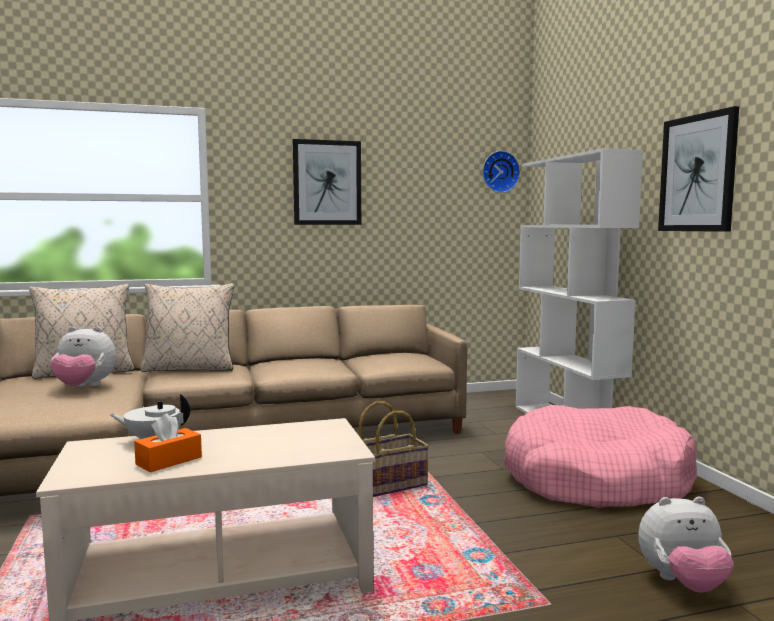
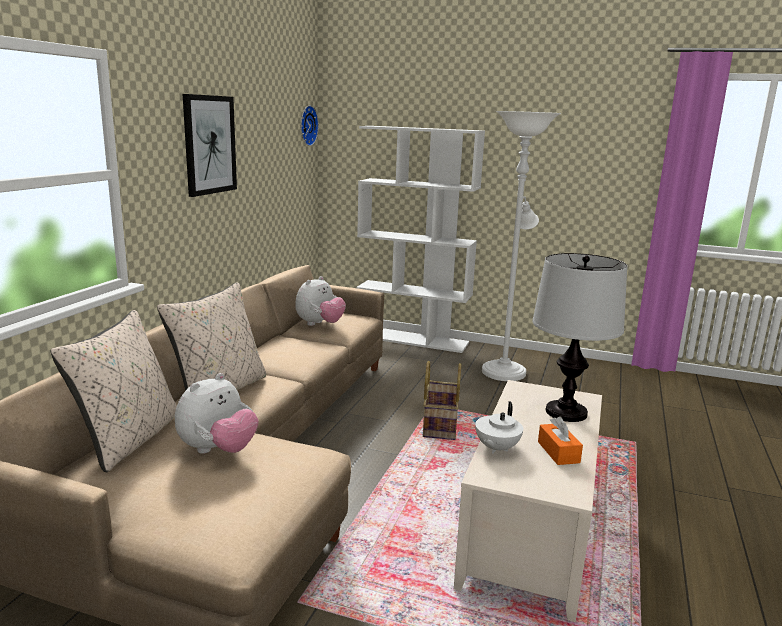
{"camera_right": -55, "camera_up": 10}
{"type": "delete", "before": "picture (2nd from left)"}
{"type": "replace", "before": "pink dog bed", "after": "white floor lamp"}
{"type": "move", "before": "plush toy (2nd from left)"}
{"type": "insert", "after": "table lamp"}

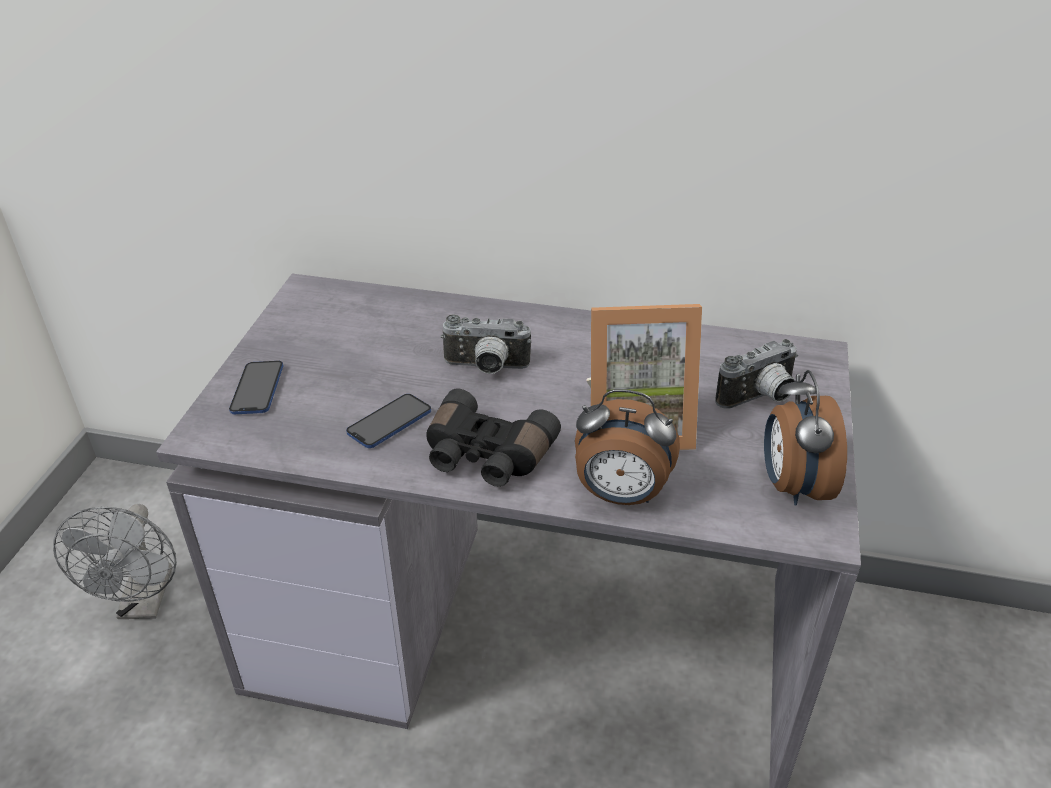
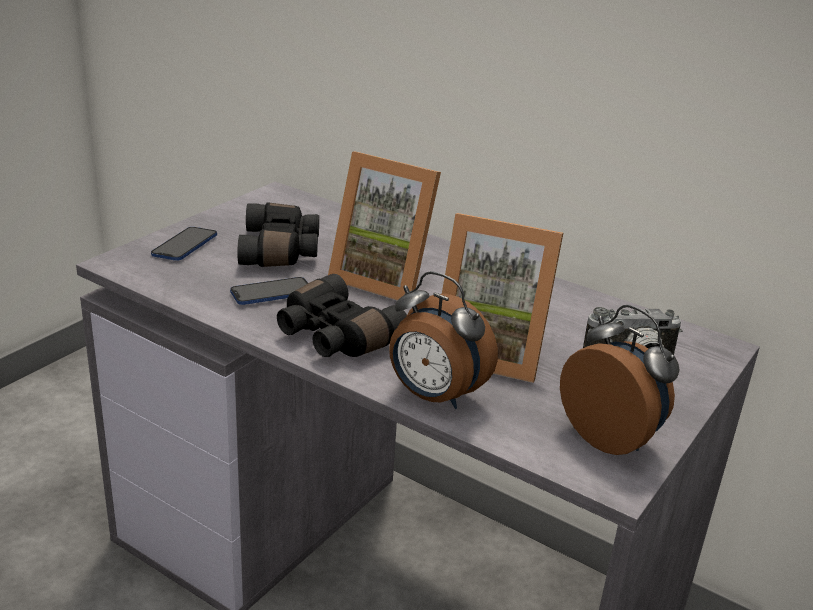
{"camera_right": 20, "camera_up": -10}
{"type": "replace", "before": "photo camera (1st from left)", "after": "picture frame (1st from left)"}
{"type": "rotate", "before": "alarm clock (2nd from left)", "turn": 120}
{"type": "delete", "before": "grey fan"}
{"type": "insert", "after": "black binoculars (1st from left)"}

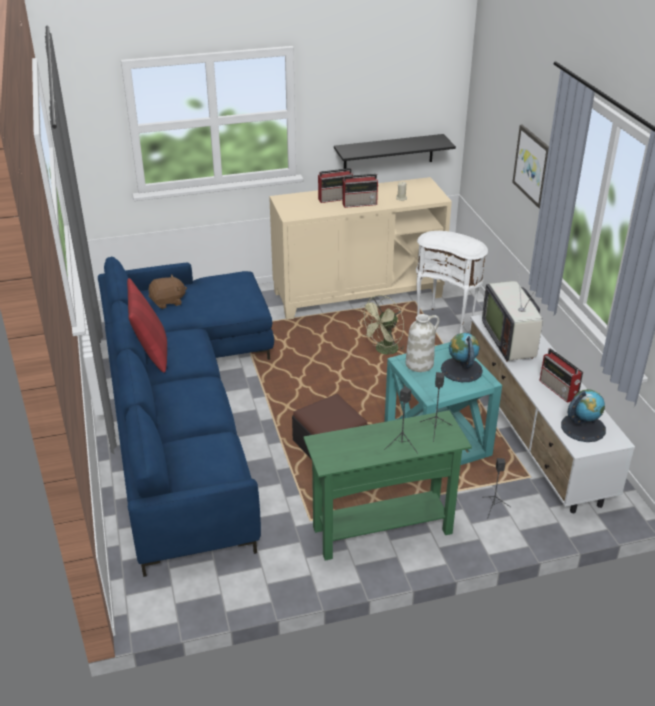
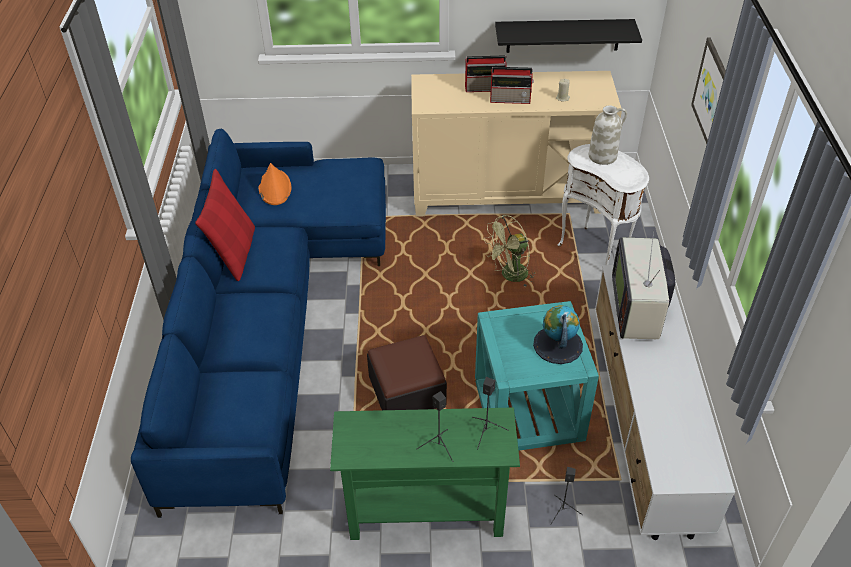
{"camera_right": 15, "camera_up": 10}
{"type": "replace", "before": "brown plush toy", "after": "orange hat"}
{"type": "move", "before": "white vase"}
{"type": "delete", "before": "radio (3rd from left)"}
{"type": "delete", "before": "globe (2nd from left)"}

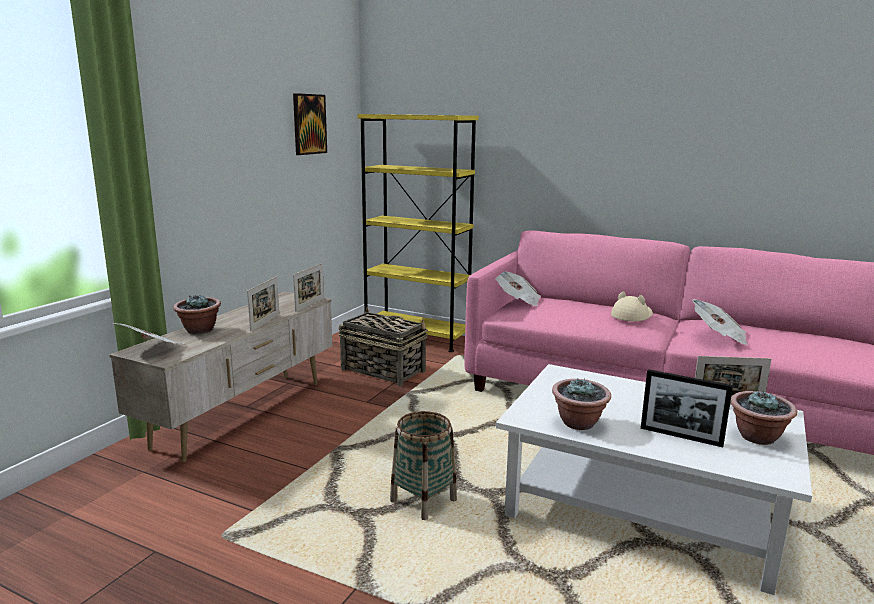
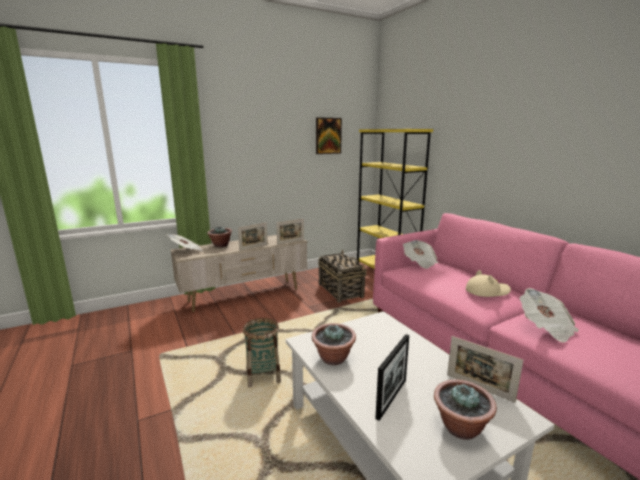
{"camera_right": 35, "camera_up": 0}
{"type": "rotate", "before": "picture frame (3rd from left)", "turn": -120}

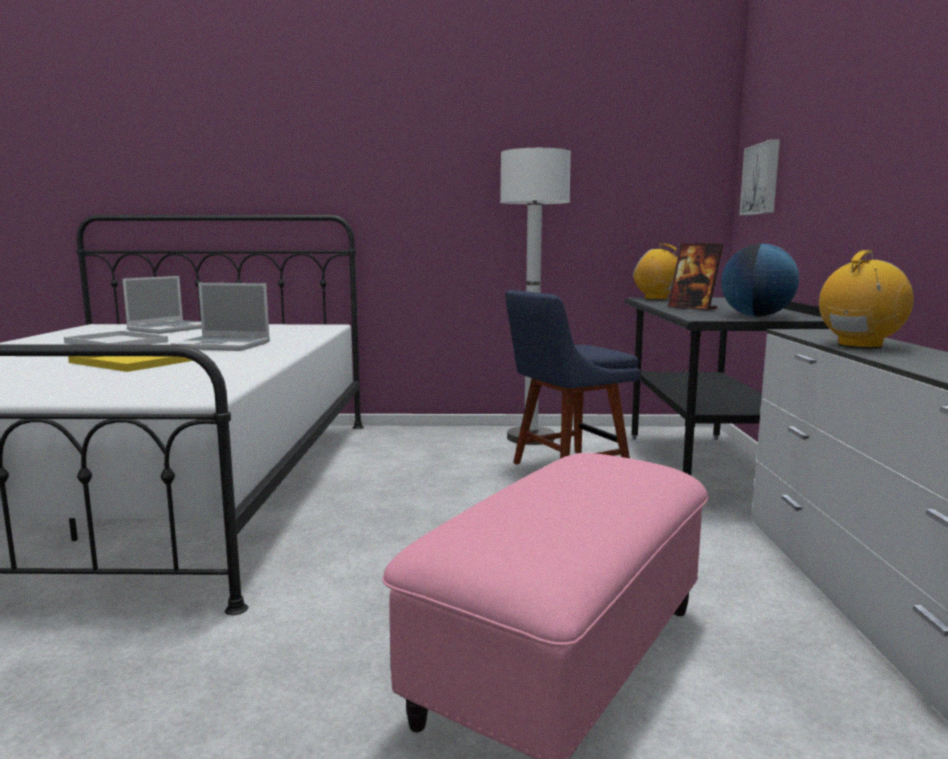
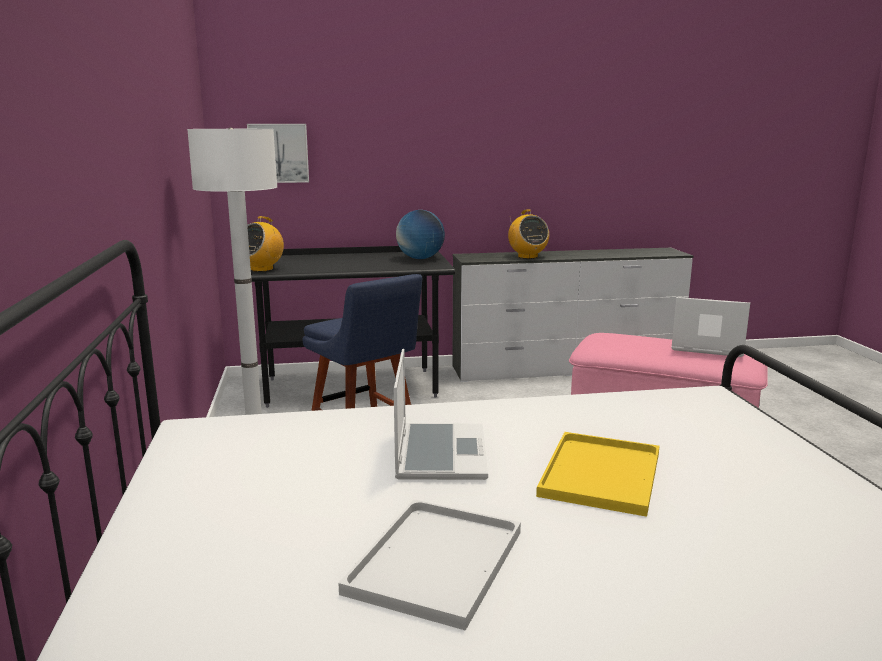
{"camera_right": -100, "camera_up": 5}
{"type": "delete", "before": "picture frame"}
{"type": "rotate", "before": "radio (2nd from left)", "turn": -150}
{"type": "move", "before": "laptop (1st from left in the first image)", "after": "laptop (2nd from left)"}

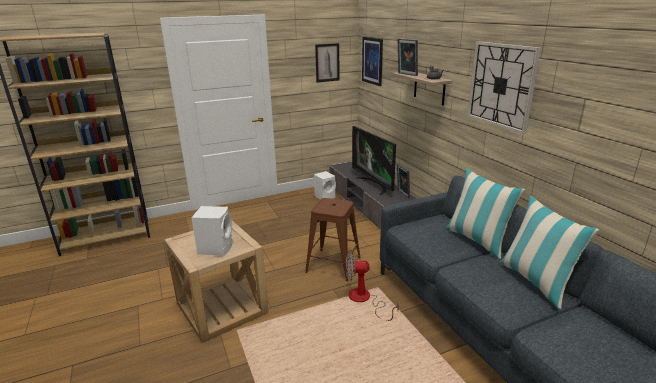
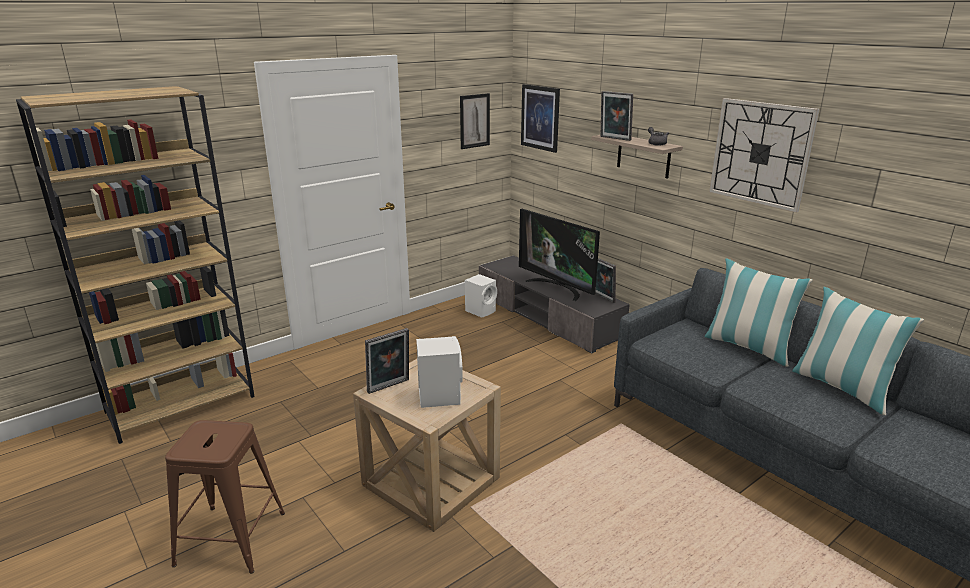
{"camera_right": -15, "camera_up": 0}
{"type": "move", "before": "brown stool"}
{"type": "delete", "before": "fan"}
{"type": "insert", "after": "picture frame (1st from left)"}

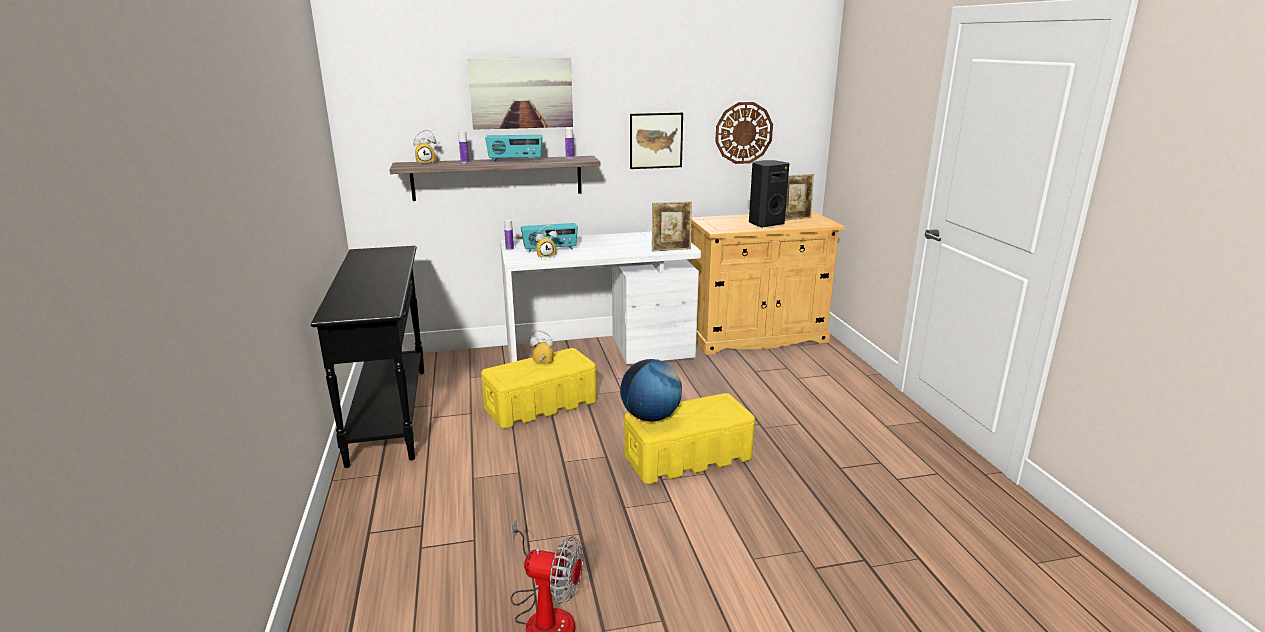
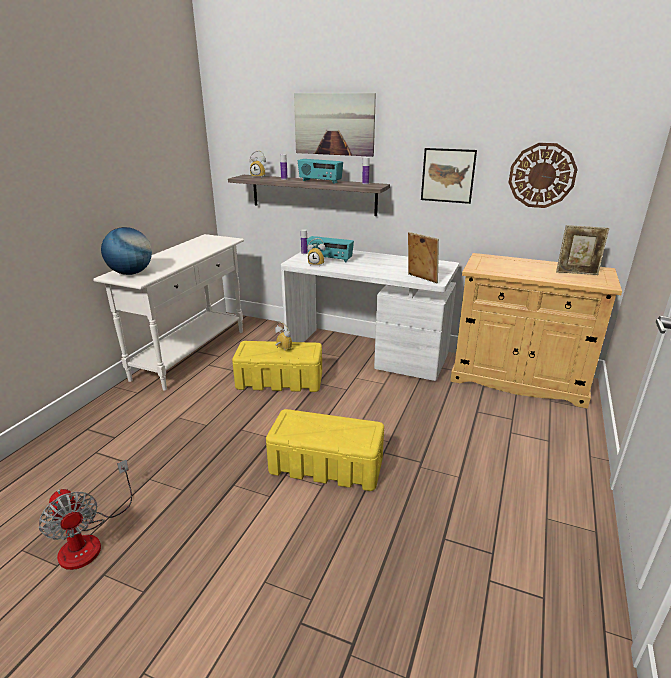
{"camera_right": 35, "camera_up": 5}
{"type": "delete", "before": "black speaker"}
{"type": "rotate", "before": "picture frame (1st from left)", "turn": -150}
{"type": "recolor", "before": "black console table", "after": "white console table"}
{"type": "move", "before": "globe"}

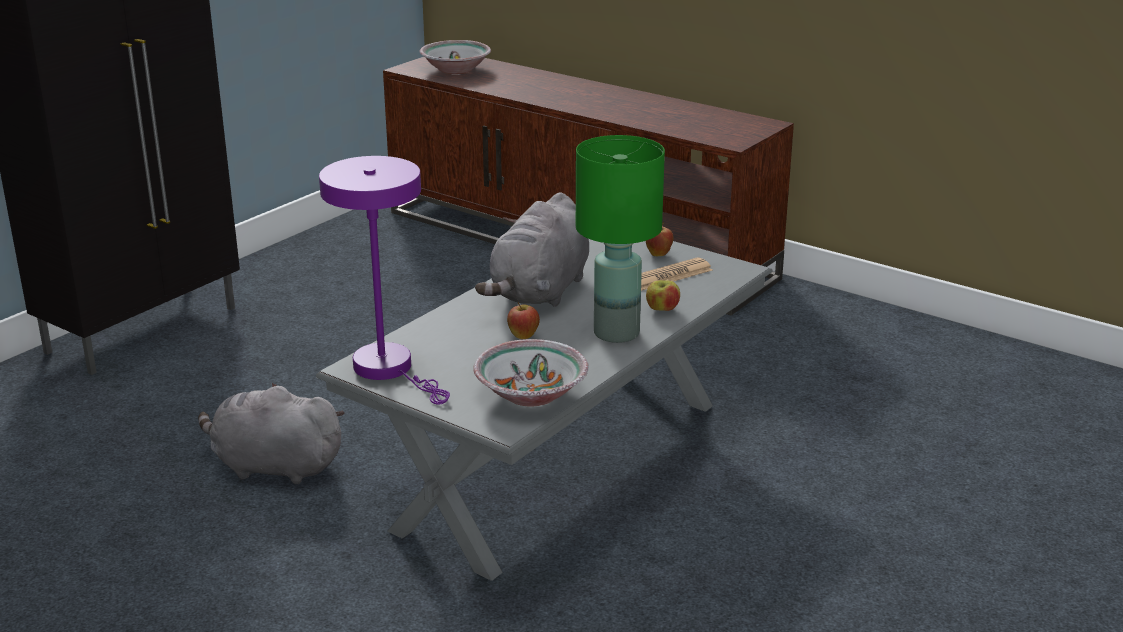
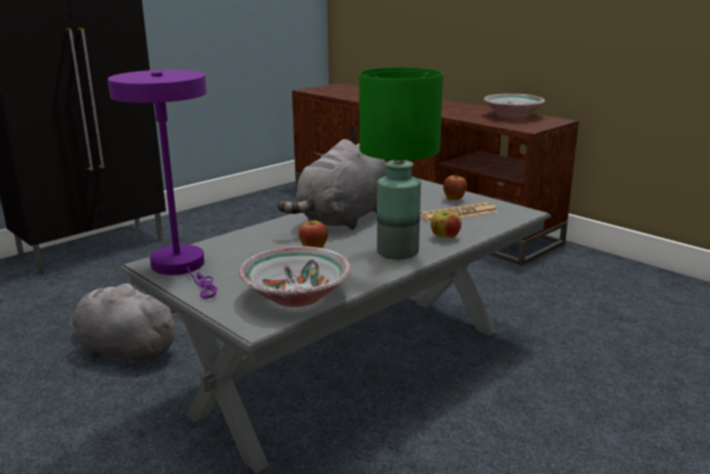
{"camera_right": 10, "camera_up": -5}
{"type": "move", "before": "bowl (1st from left in the first image)", "after": "bowl (2nd from left)"}

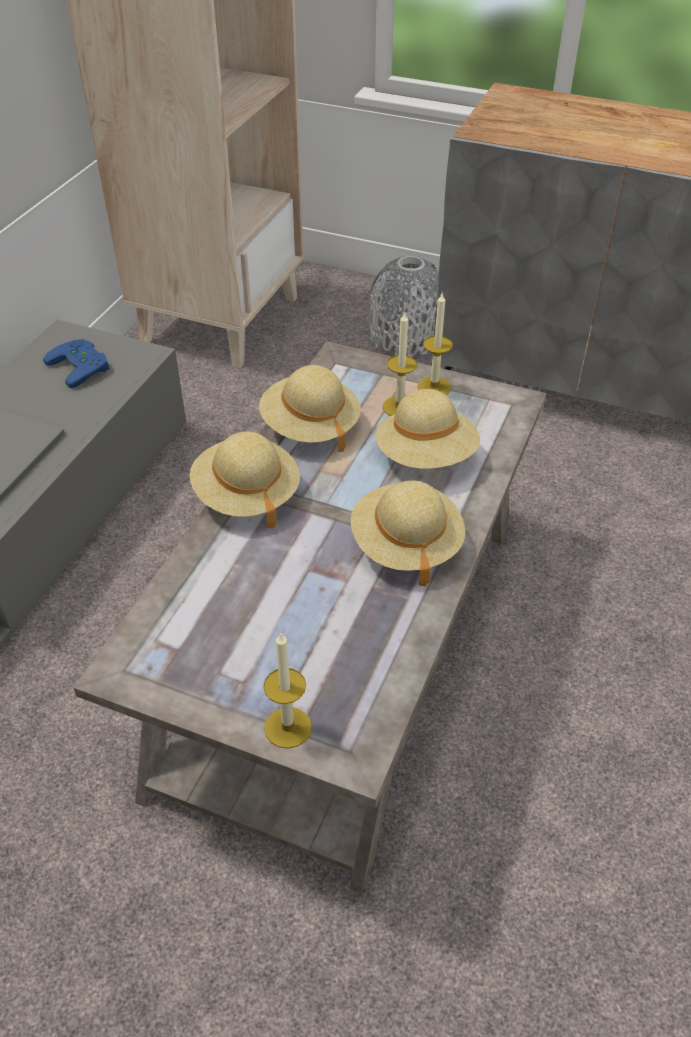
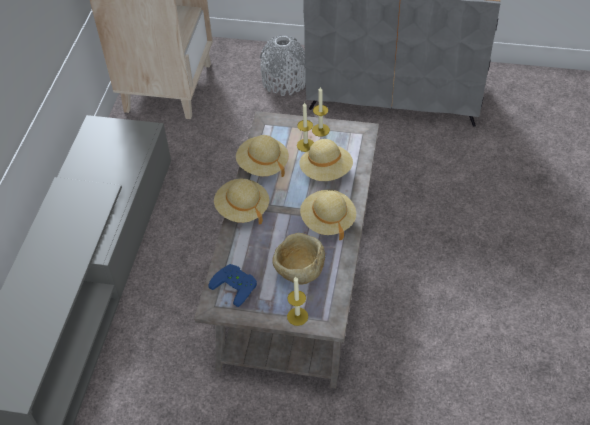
{"camera_right": -10, "camera_up": 5}
{"type": "move", "before": "blue game controller"}
{"type": "insert", "after": "beige bowl"}

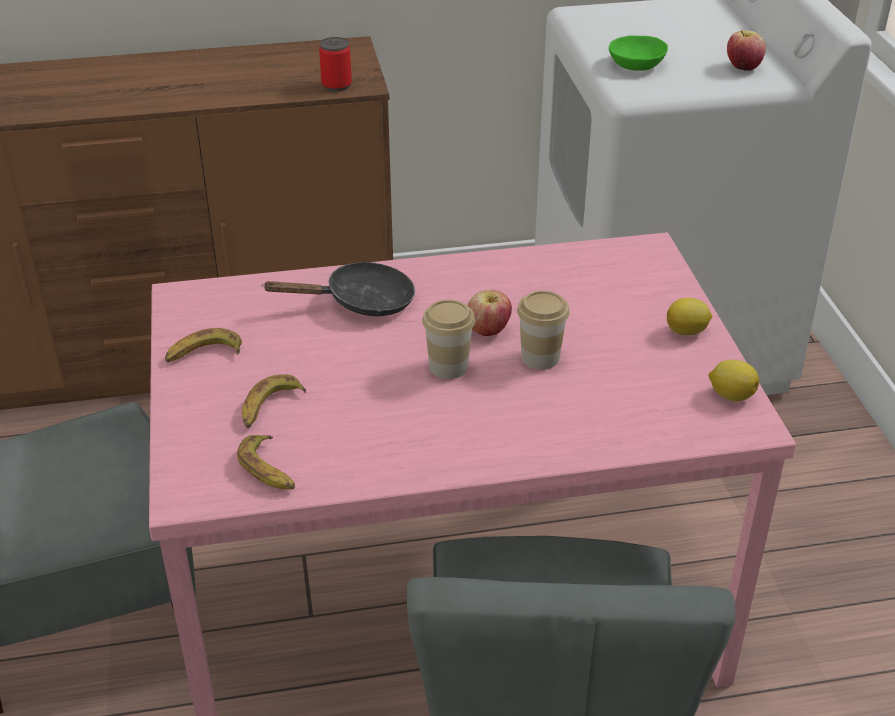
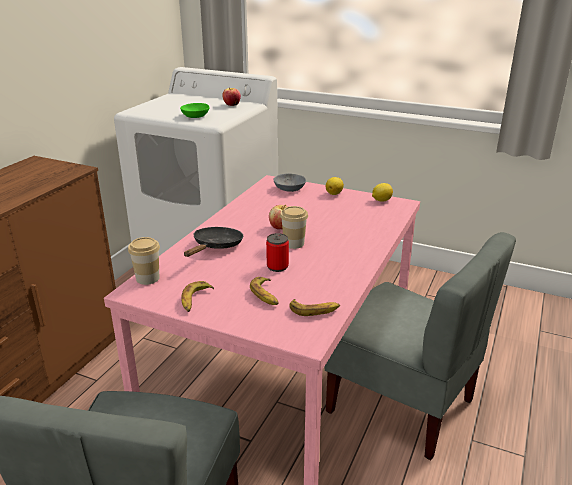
{"camera_right": -55, "camera_up": -10}
{"type": "move", "before": "can"}
{"type": "move", "before": "cup (2nd from left in the first image)", "after": "cup (1st from left)"}
{"type": "insert", "after": "grey bowl"}

